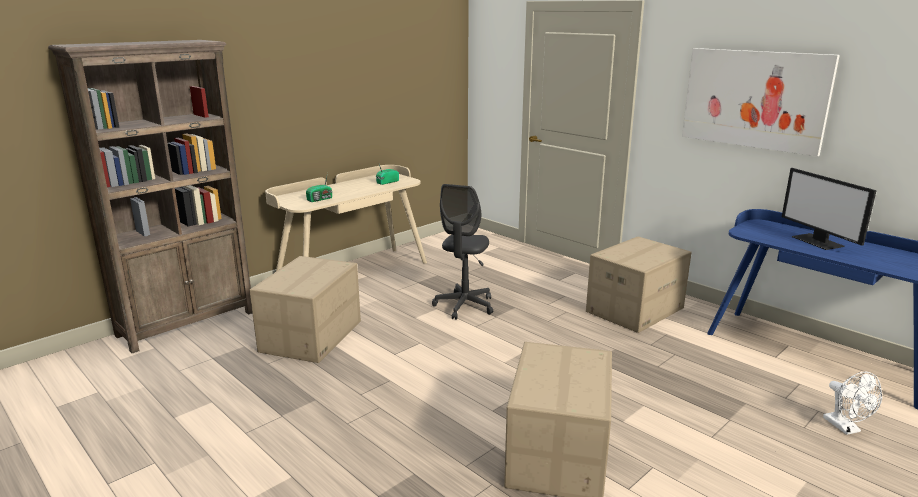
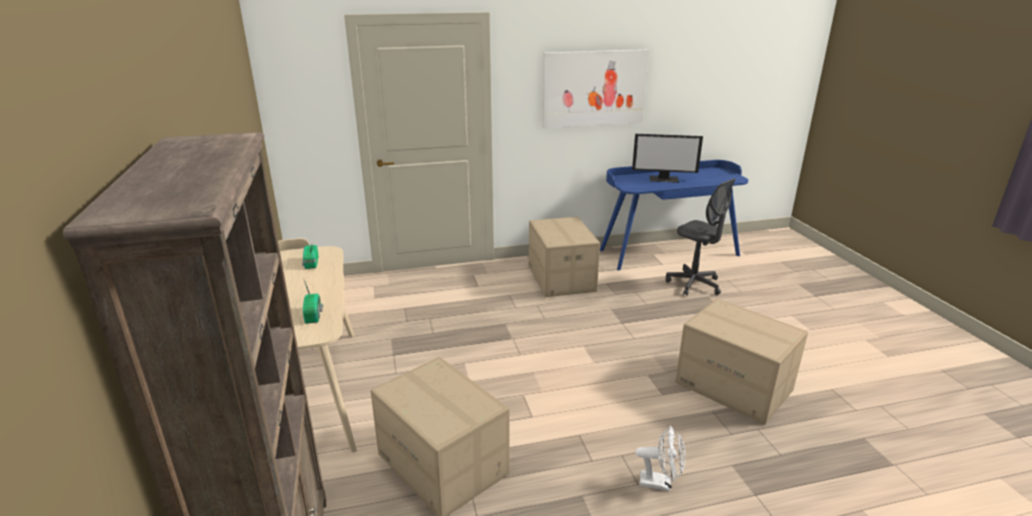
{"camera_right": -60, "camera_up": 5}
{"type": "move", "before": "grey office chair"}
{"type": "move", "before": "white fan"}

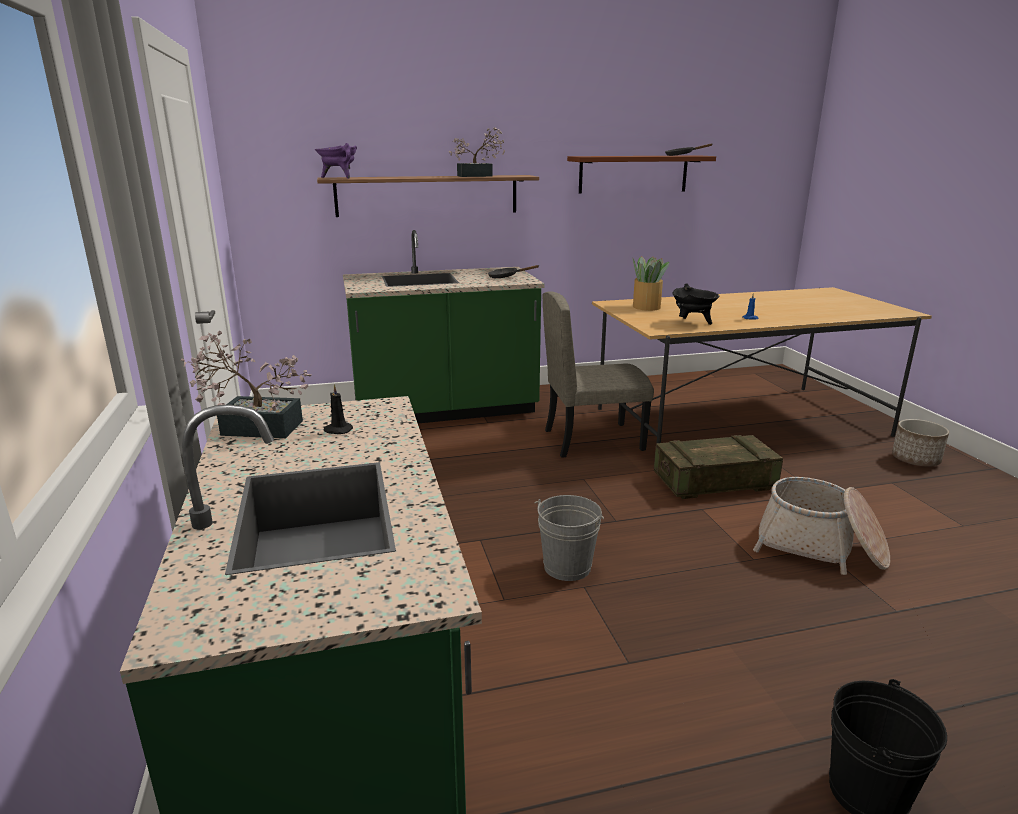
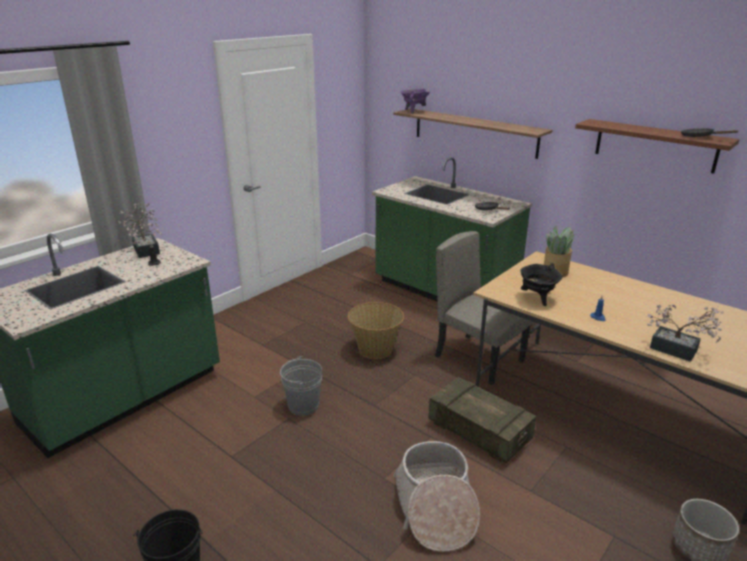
{"camera_right": 55, "camera_up": 5}
{"type": "move", "before": "potted plant (2nd from left in the first image)", "after": "potted plant (3rd from left)"}
{"type": "insert", "after": "basket (1st from left)"}

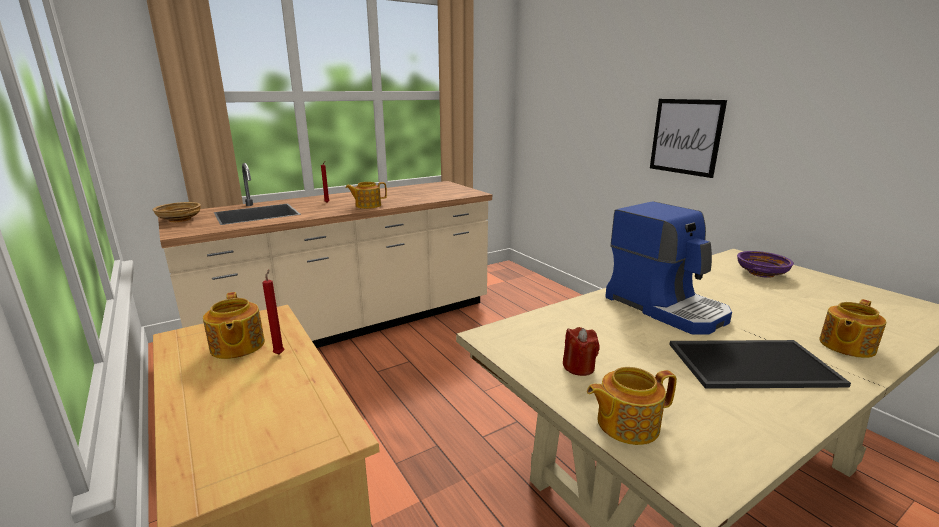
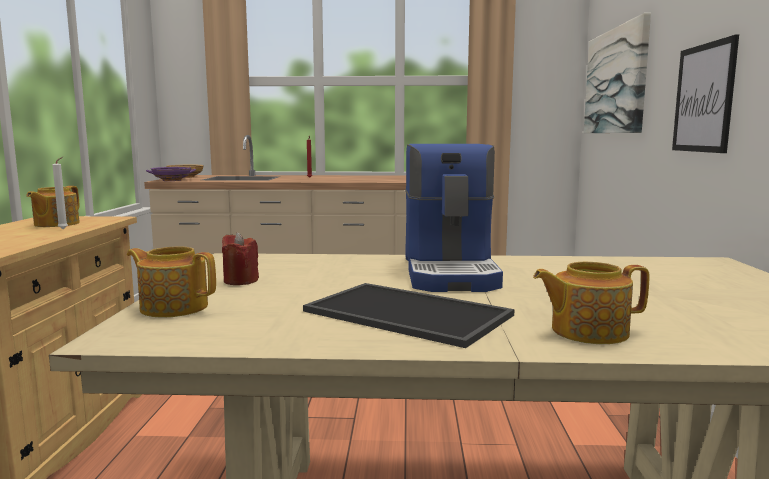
{"camera_right": 35, "camera_up": -10}
{"type": "delete", "before": "teapot (2nd from left)"}
{"type": "move", "before": "purple bowl"}
{"type": "recolor", "before": "red candle (1st from left)", "after": "white candle"}
{"type": "insert", "after": "picture (1st from left)"}

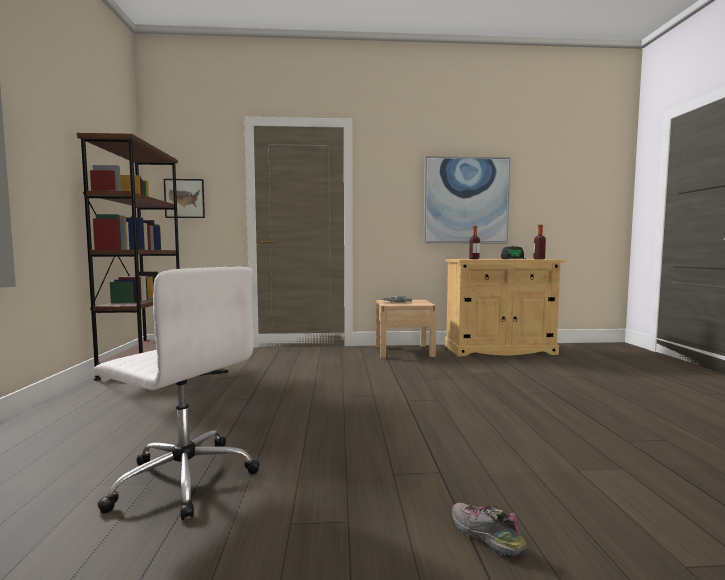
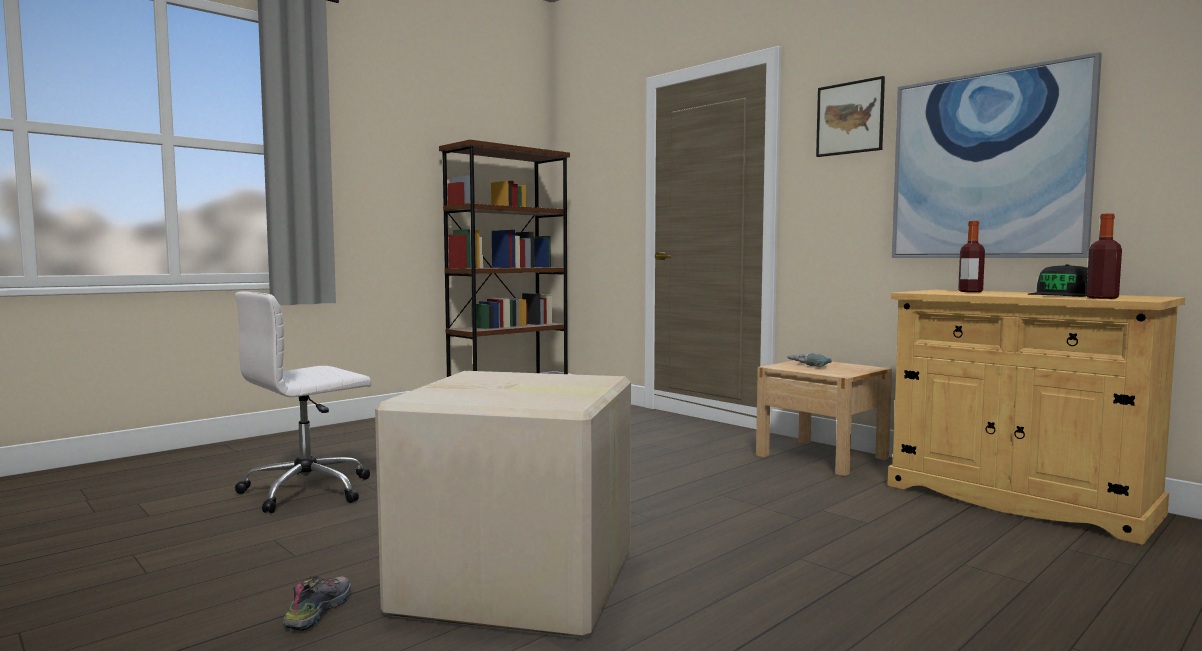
{"camera_right": 50, "camera_up": 0}
{"type": "move", "before": "picture (1st from left)"}
{"type": "rotate", "before": "white office chair", "turn": 60}
{"type": "insert", "after": "cardboard box"}

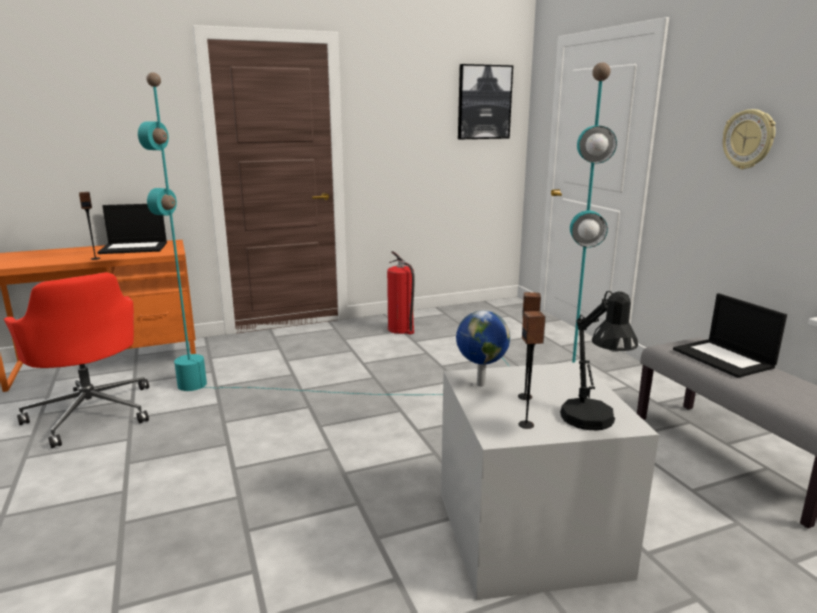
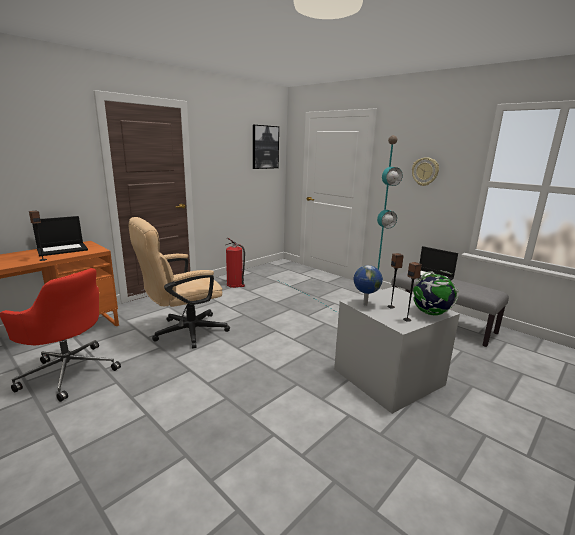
{"camera_right": -25, "camera_up": 0}
{"type": "replace", "before": "turquoise floor lamp (1st from left)", "after": "beige office chair"}
{"type": "replace", "before": "black table lamp", "after": "globe (2nd from left)"}

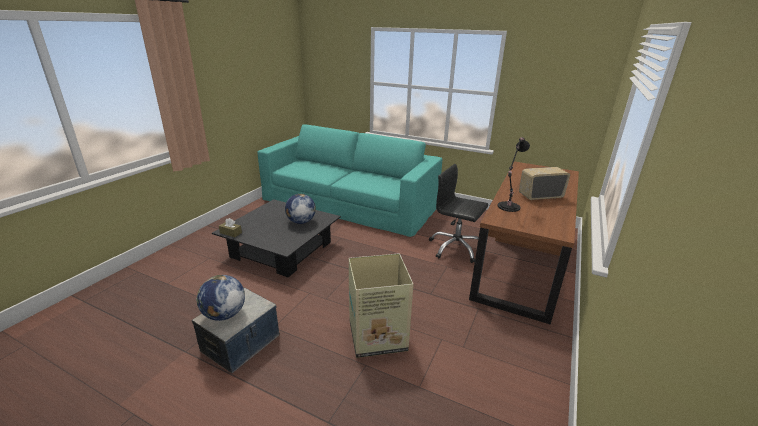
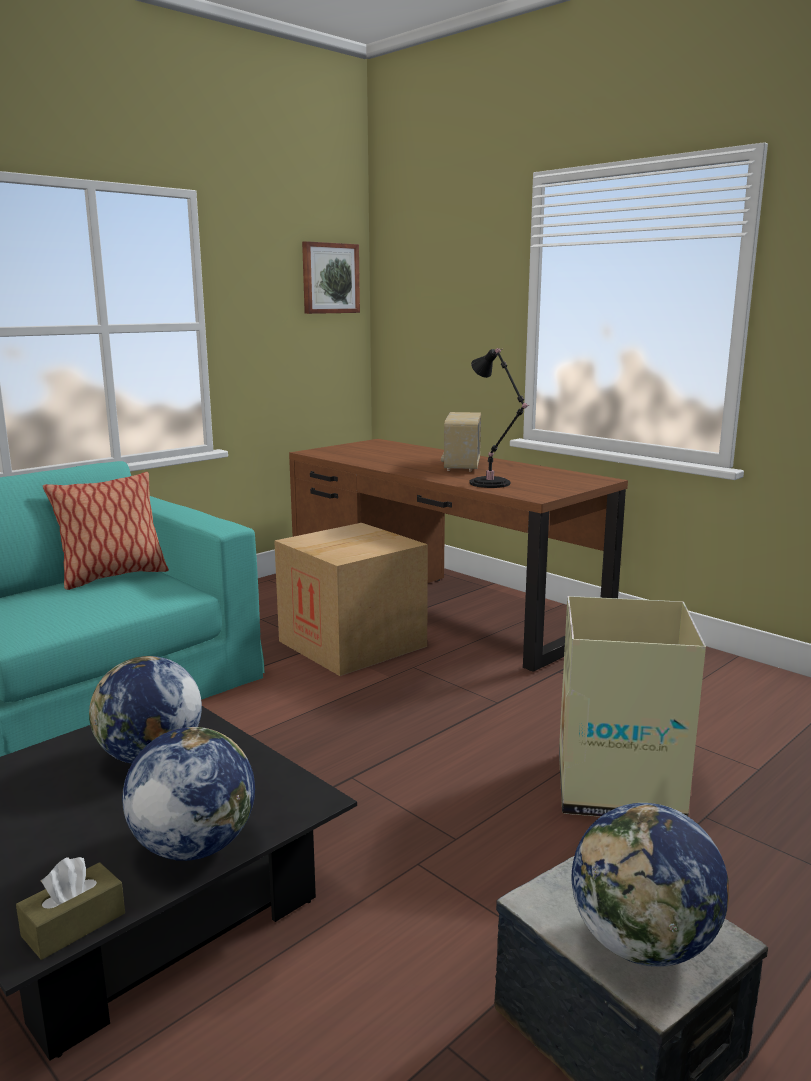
{"camera_right": -70, "camera_up": -10}
{"type": "replace", "before": "black office chair", "after": "cardboard box (1st from left)"}
{"type": "insert", "after": "picture"}
{"type": "insert", "after": "pillow"}
{"type": "insert", "after": "globe (2nd from left)"}

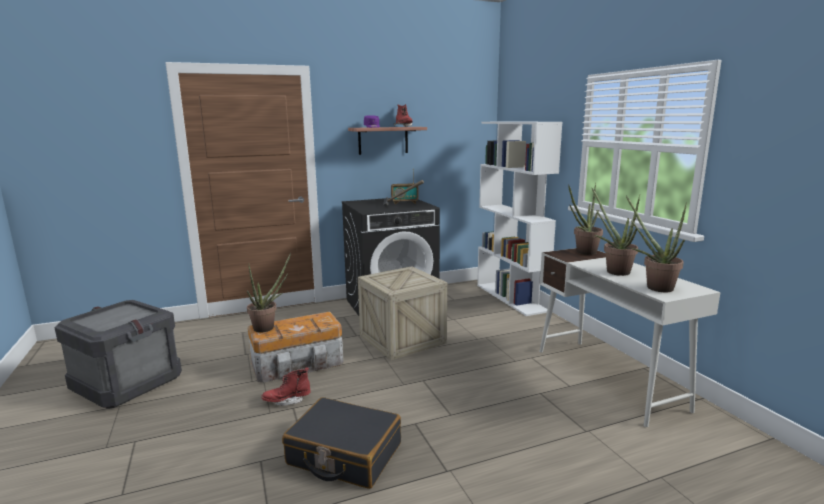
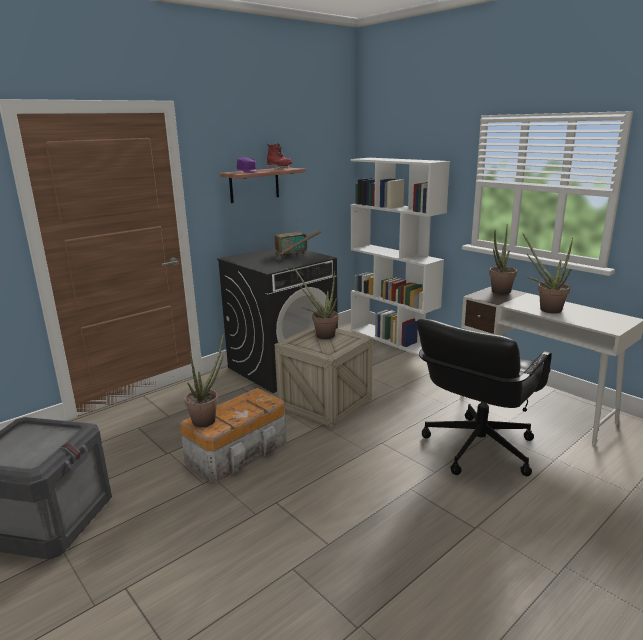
{"camera_right": -20, "camera_up": 5}
{"type": "move", "before": "potted plant (4th from left in the first image)", "after": "potted plant (2nd from left)"}
{"type": "delete", "before": "red boot (1st from left)"}
{"type": "delete", "before": "black suitcase"}
{"type": "insert", "after": "black office chair"}

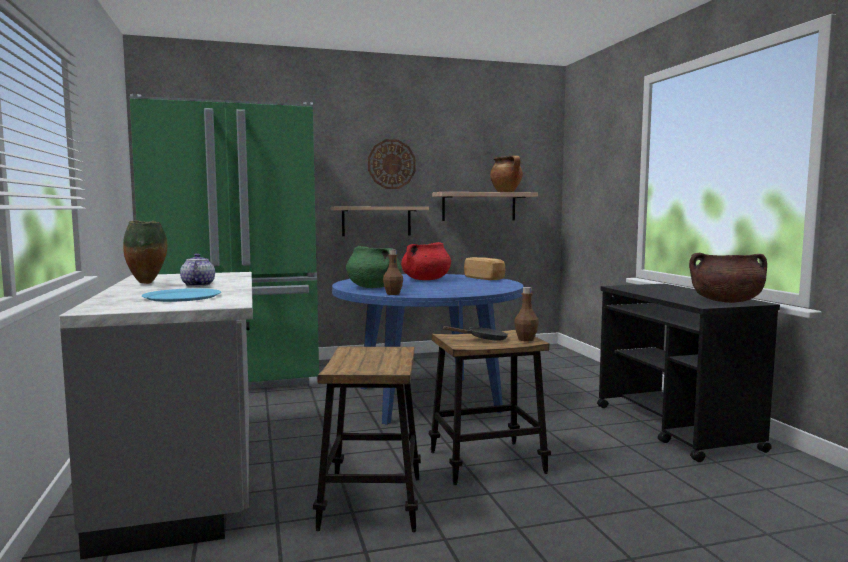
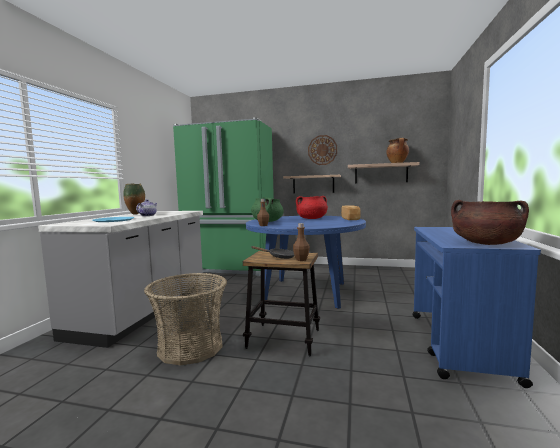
{"camera_right": 30, "camera_up": 0}
{"type": "recolor", "before": "black cart", "after": "blue cart"}
{"type": "replace", "before": "stool (1st from left)", "after": "basket"}

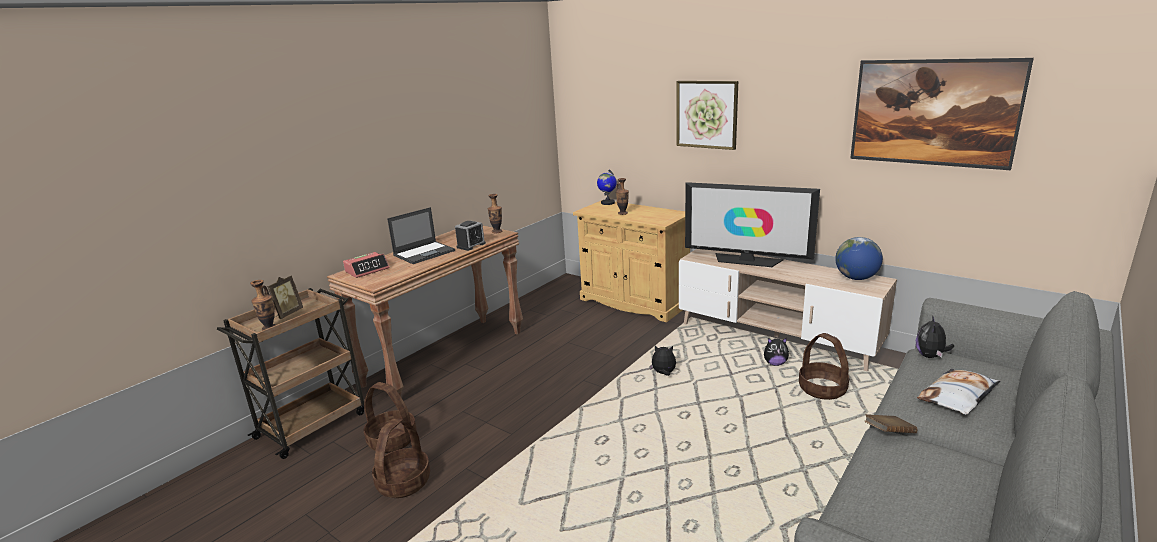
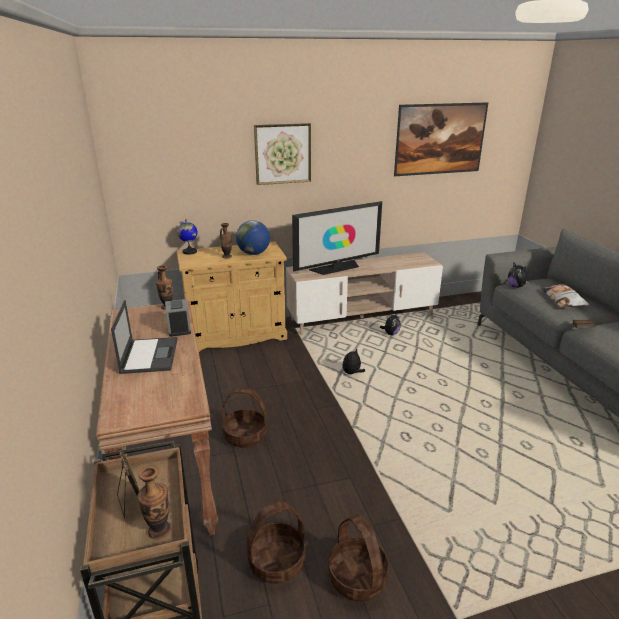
{"camera_right": -55, "camera_up": 5}
{"type": "move", "before": "globe (2nd from left)"}
{"type": "delete", "before": "alarm clock (1st from left)"}
{"type": "move", "before": "basket (3rd from left in the first image)", "after": "basket (1st from left)"}

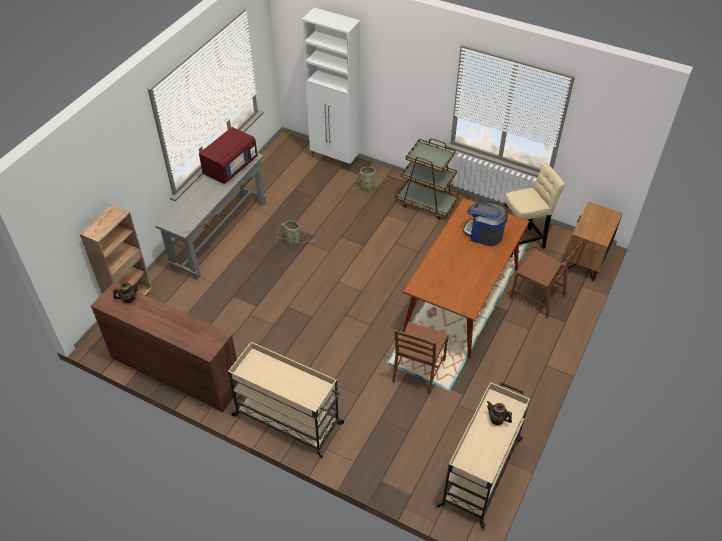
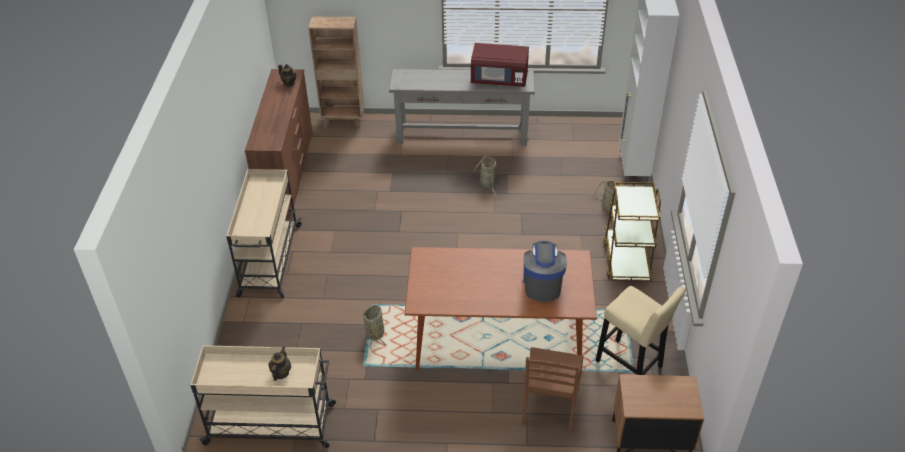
{"camera_right": 65, "camera_up": -5}
{"type": "replace", "before": "brown chair (1st from left)", "after": "basket (1st from left)"}

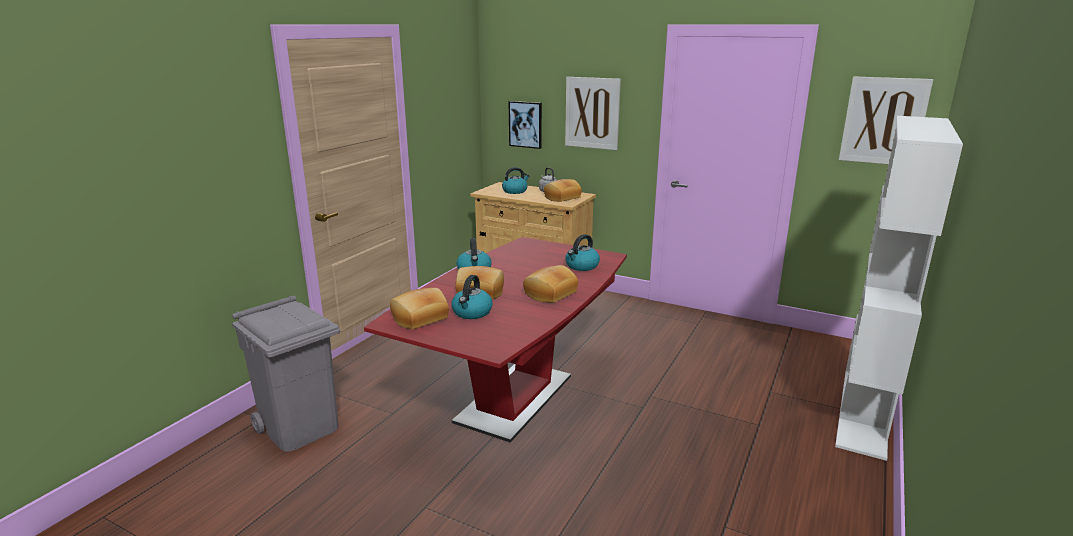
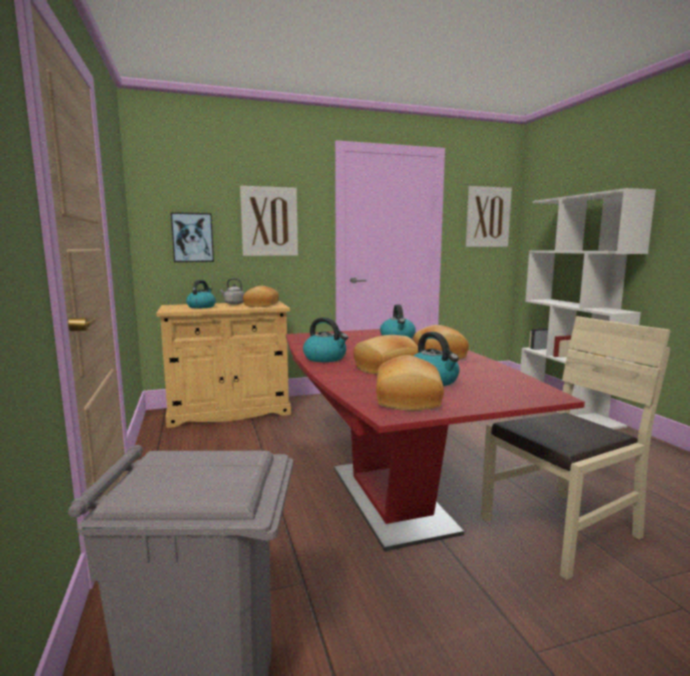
{"camera_right": -45, "camera_up": -10}
{"type": "insert", "after": "beige chair"}

